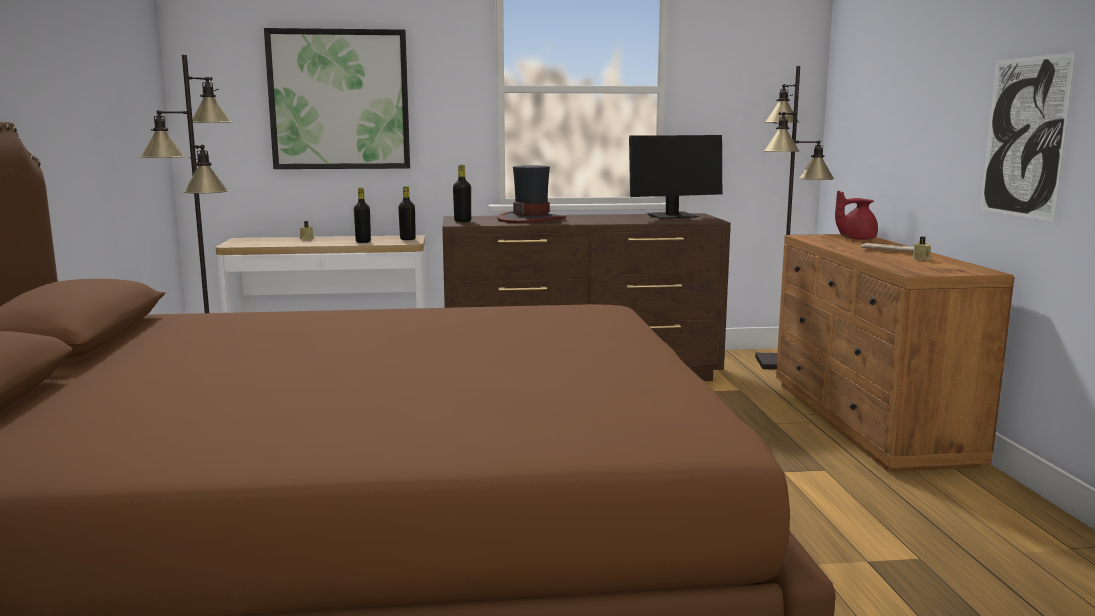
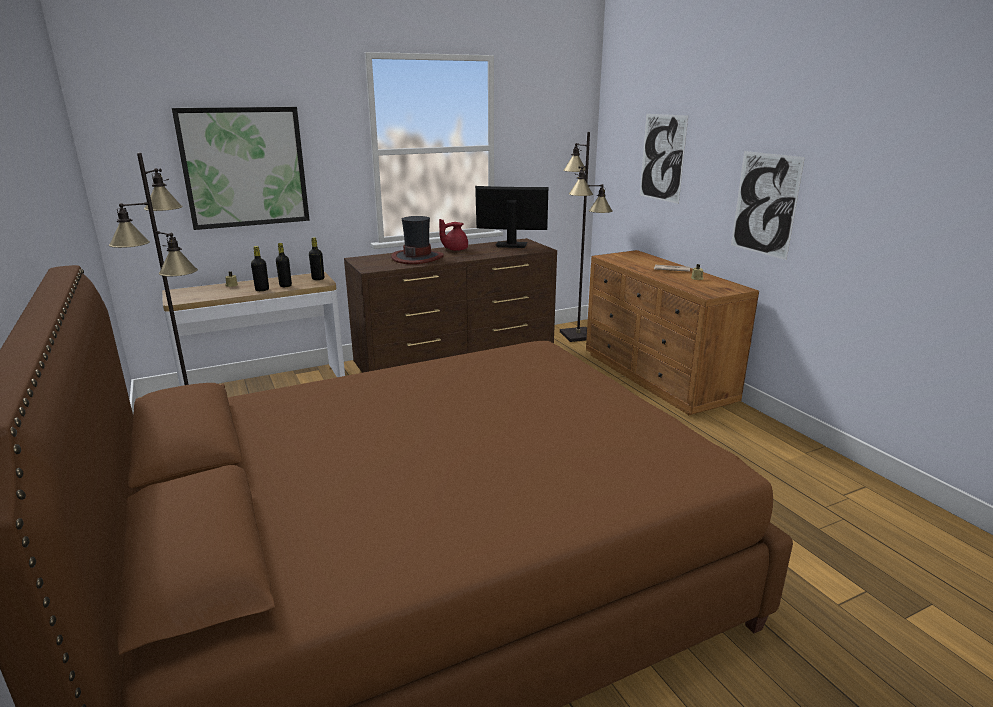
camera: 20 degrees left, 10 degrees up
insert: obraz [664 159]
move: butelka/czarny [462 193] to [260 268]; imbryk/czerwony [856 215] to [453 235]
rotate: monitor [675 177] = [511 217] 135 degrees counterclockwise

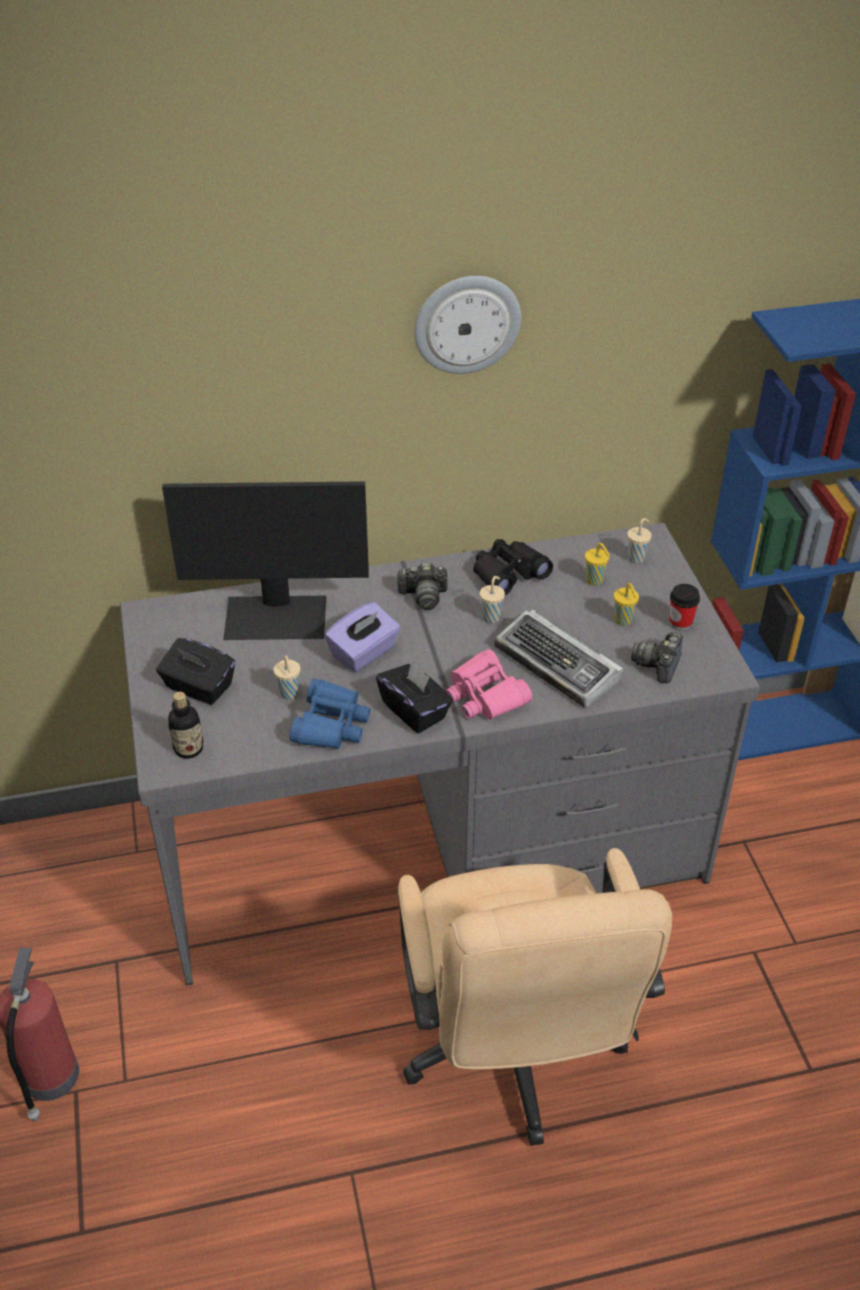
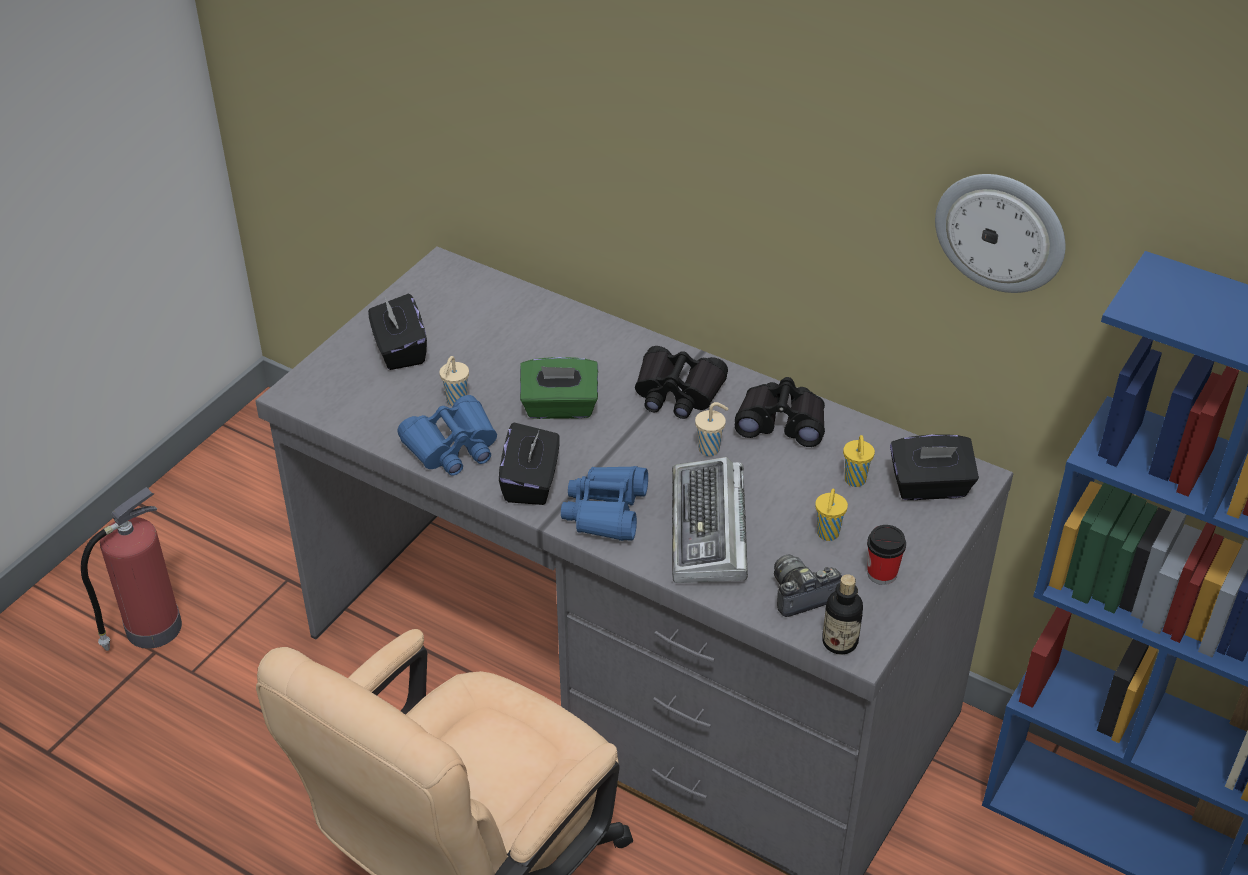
camera: 45 degrees right, 0 degrees up
delete: monitor [265 560]
move: butelka [185 725] to [842 614]; zegar ścienny [467 325] to [1000 233]
replace: aparat fotograficzny [422 586] to lornetka/czarny [681 382]; filiżanka/beżowy [639 541] to pudełko chusteczek/czarny [934 467]
recolor: pudełko chusteczek/fioletowy [363 637] to pudełko chusteczek/zielony [559 388]; lornetka/różowy [488 684] to lornetka/niebieski [604 503]

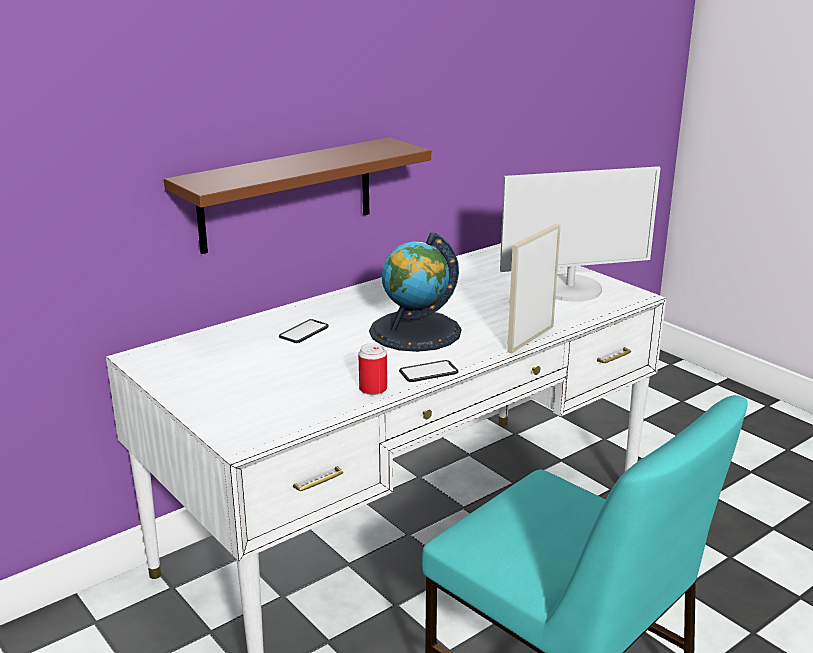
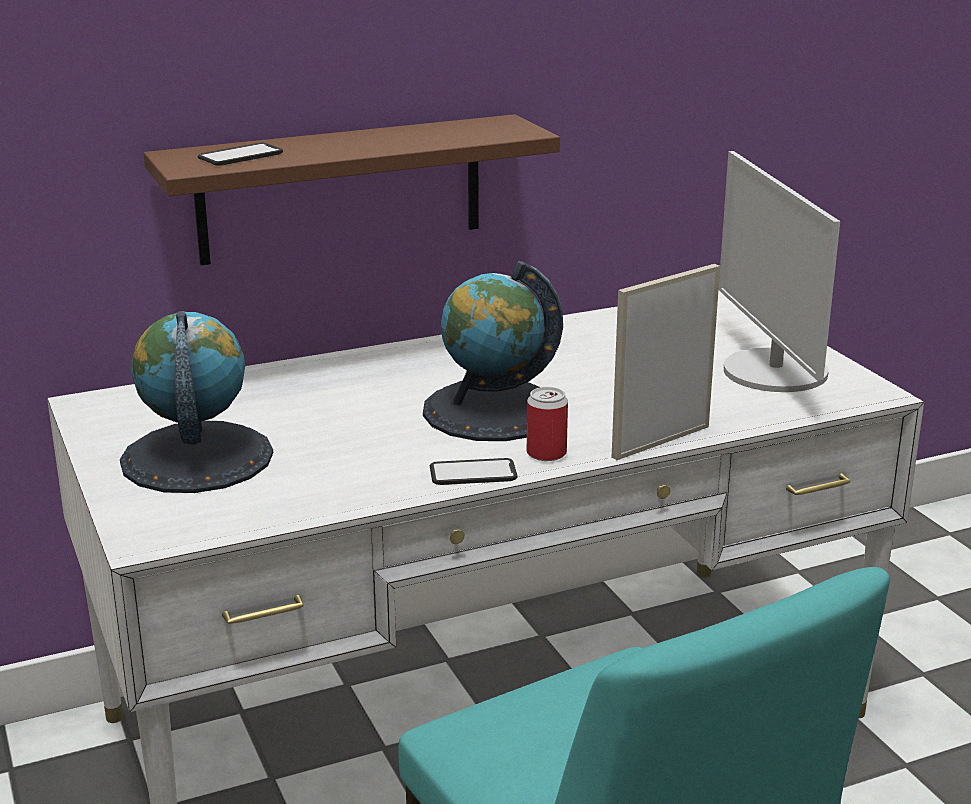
camera: 15 degrees right, 0 degrees up
insert: globus [196 402]
move: telefon [304 331] to [240 154]; puszka [372 369] to [547 424]
rotate: monitor [580 234] = [779 271] 75 degrees clockwise

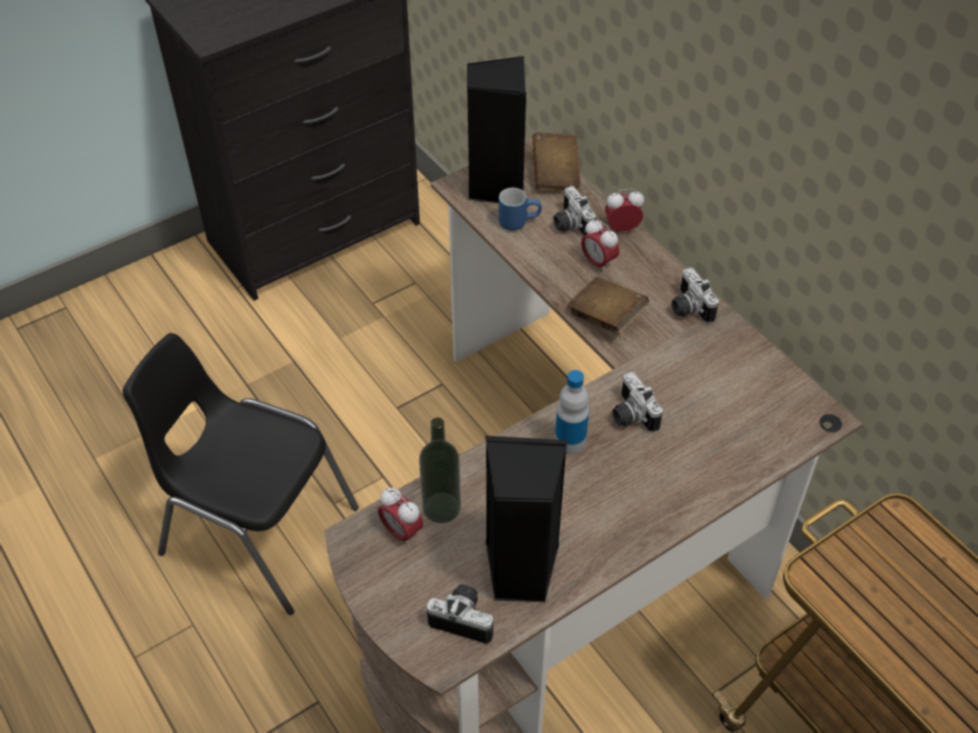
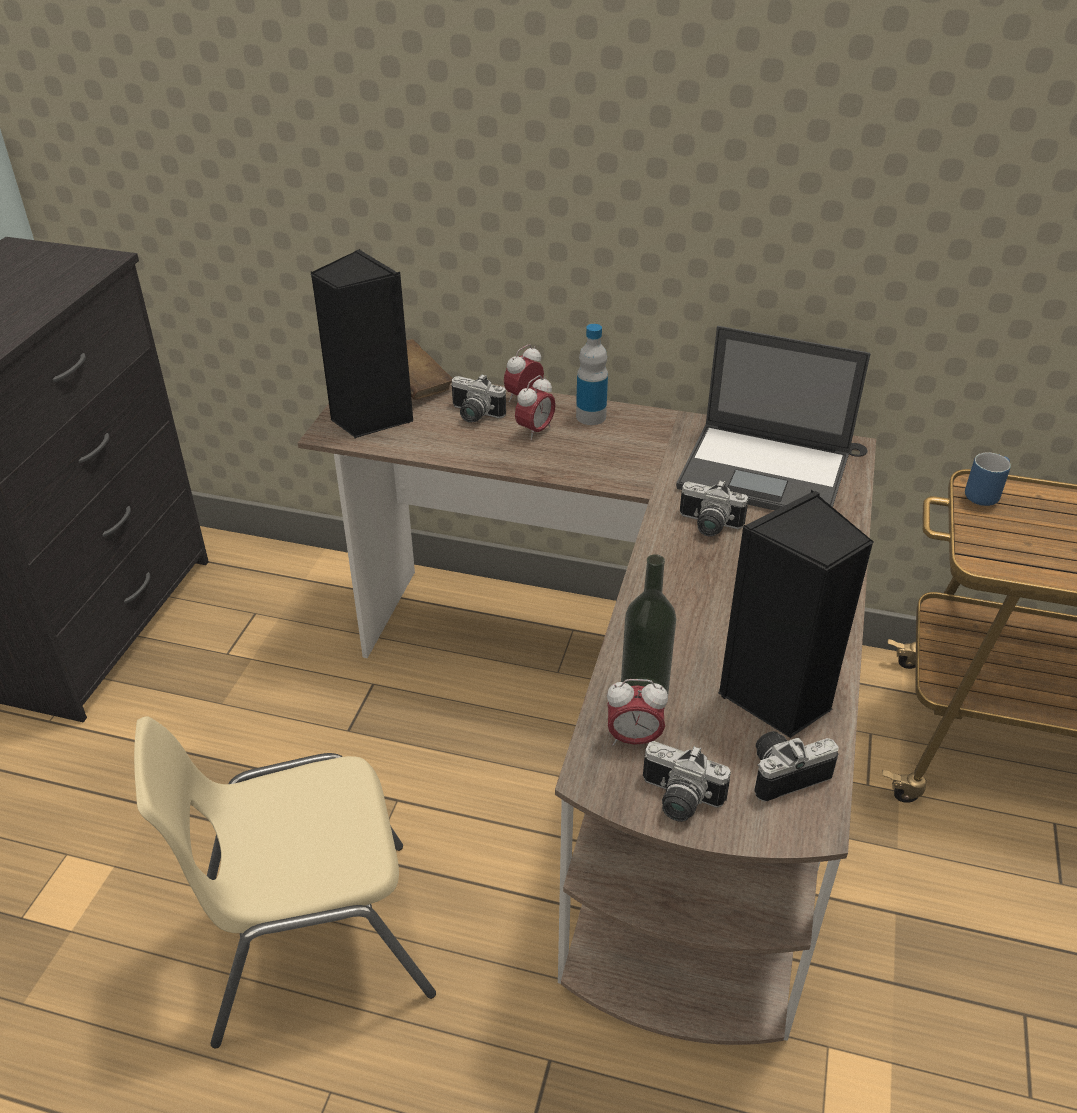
camera: 40 degrees left, 10 degrees down
delete: książka/brązowy [608 305]
insert: laptop [773 418]
move: kubek/niebieski [520 209] to [988 479]; butelka [572 412] to [592 374]; aparat fotograficzny [695 295] to [687 781]
recolor: krzesło/czarny [240 474] to krzesło/beżowy [285 882]
rotate: budzik [600 246] = [535 407] 60 degrees counterclockwise

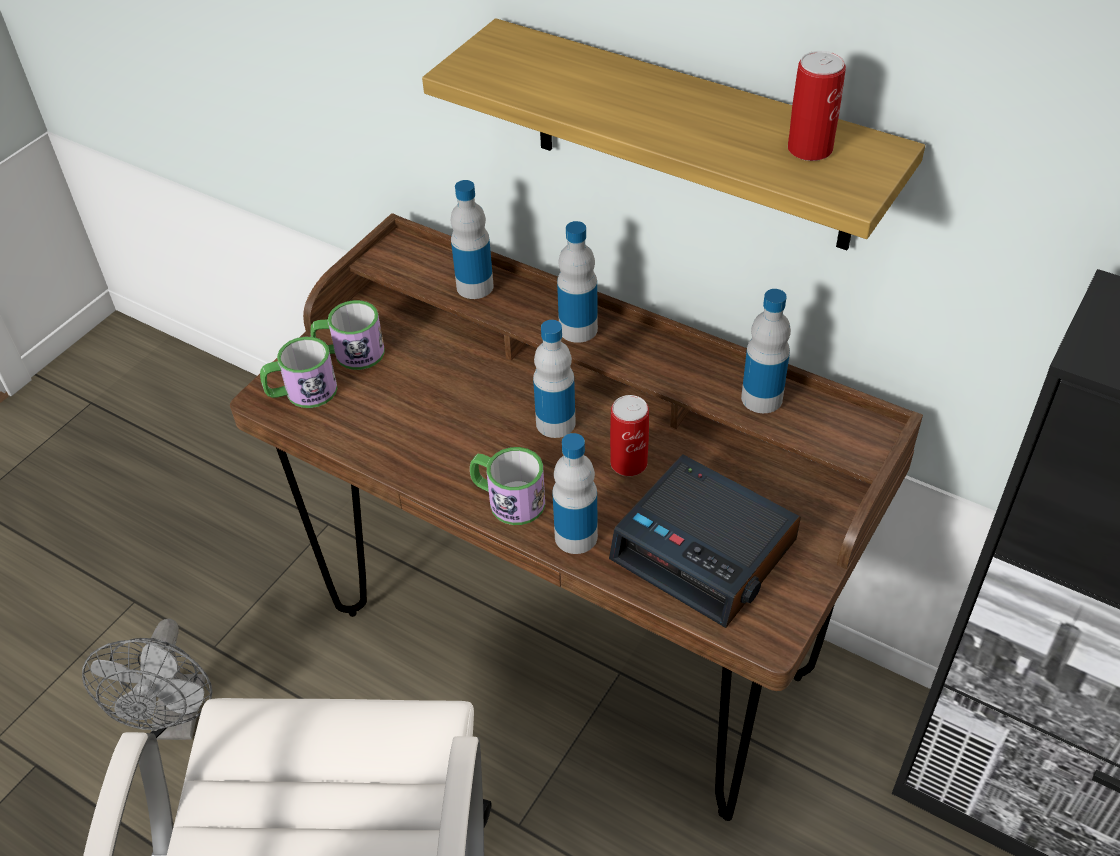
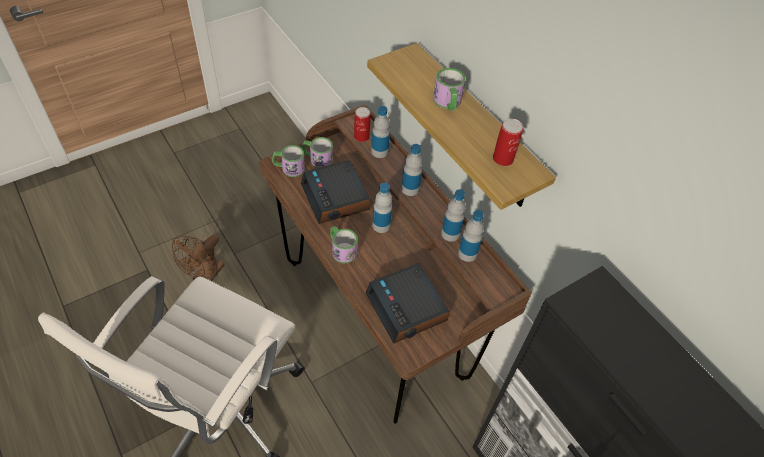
camera: 20 degrees right, 5 degrees up
insert: budzik [336 192]; kubek [449 89]
move: butelka [575 493] to [453 215]; puszka [629 435] to [362 124]
recolor: wentylator/szary [147 679] to wentylator/brązowy [198 258]

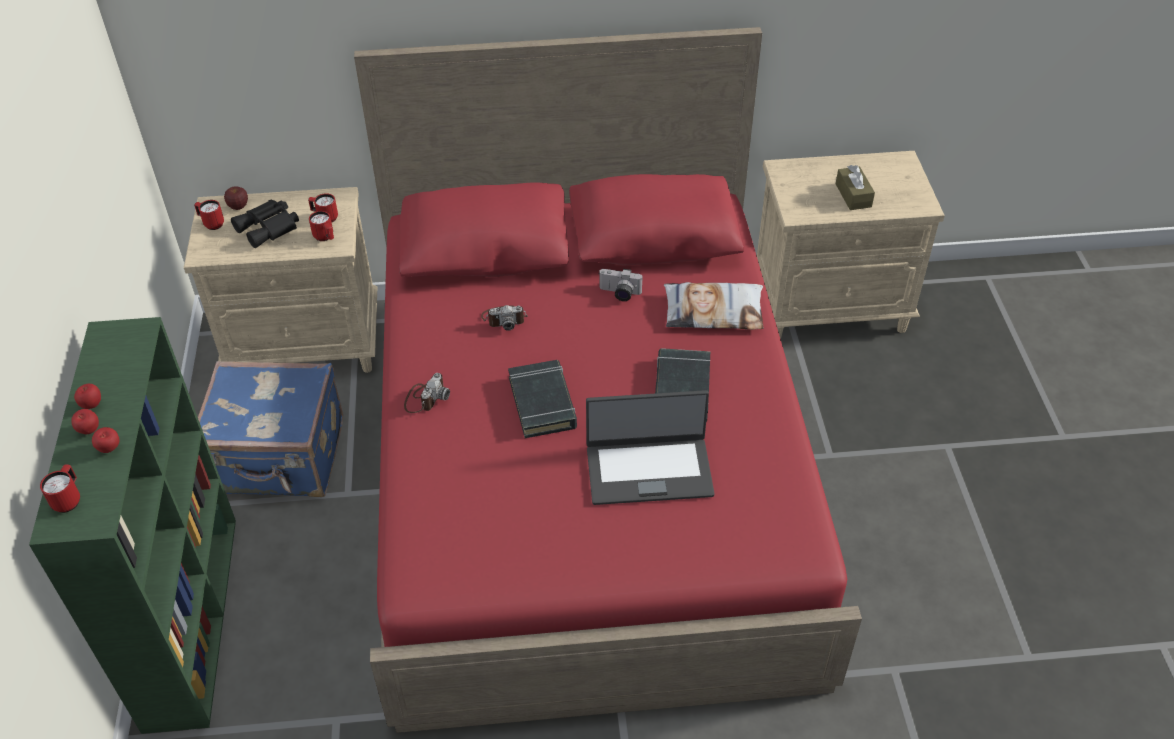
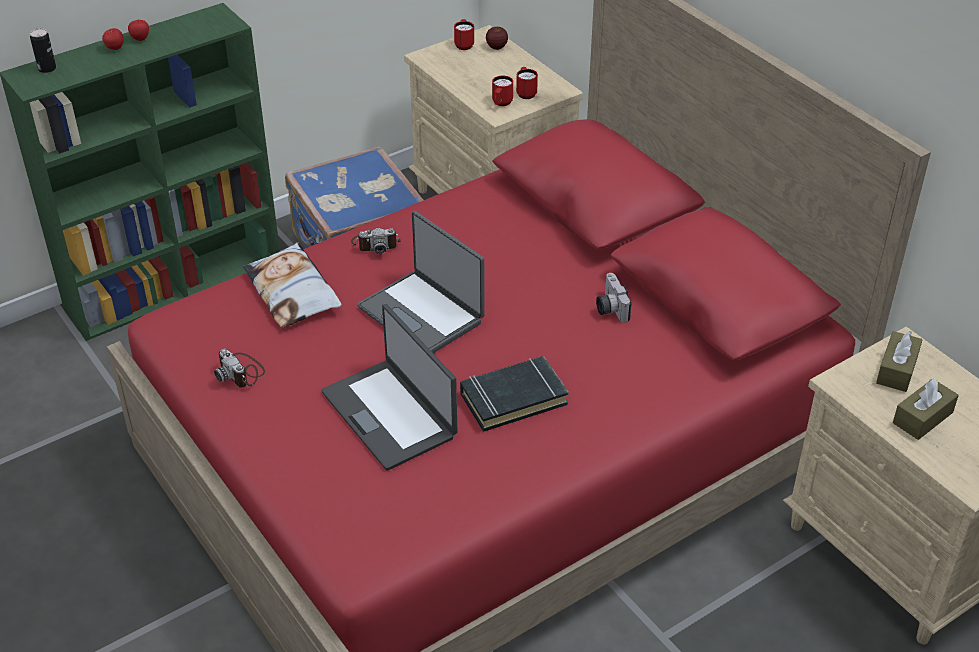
camera: 60 degrees right, 5 degrees down
delete: jabłko [106 440]; lornetka/czarny [265 224]
insert: pudełko chusteczek/brązowy [899 361]
move: aparat fotograficzny [504 318] to [239 368]; poduszka [714 306] to [292 285]
replace: kubek/czerwony [60 488] to puszka [43 50]; książka/czarny [542 399] to laptop [421 282]

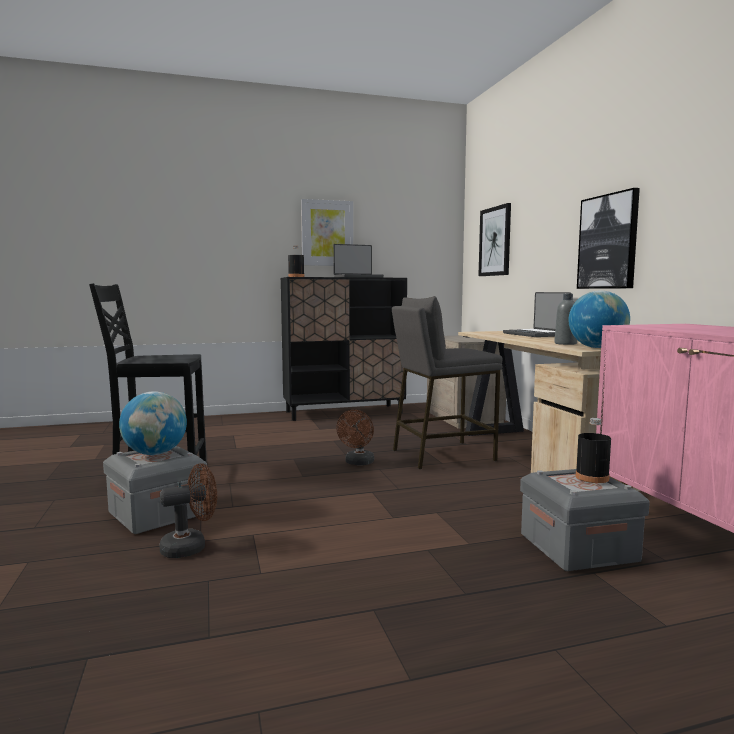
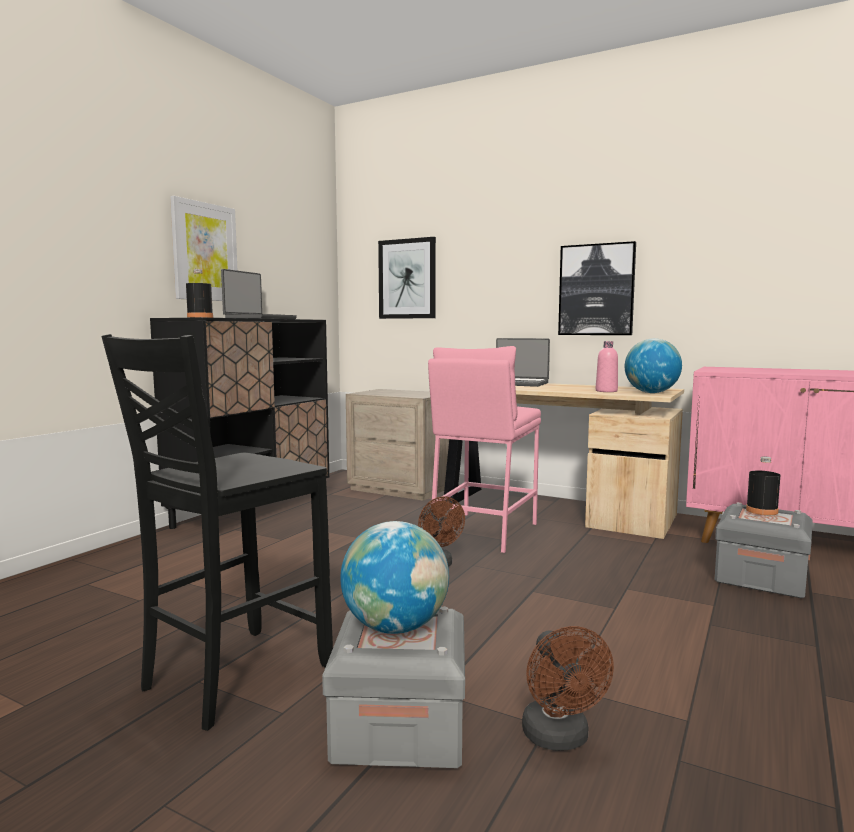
camera: 45 degrees left, 0 degrees up
recolor: stołek/szary [447 382] to stołek/różowy [484 449]; butelka/szary [565 319] to butelka/różowy [607 366]
rotate: wentylator/brązowy [188 510] = [568 688] 150 degrees clockwise

